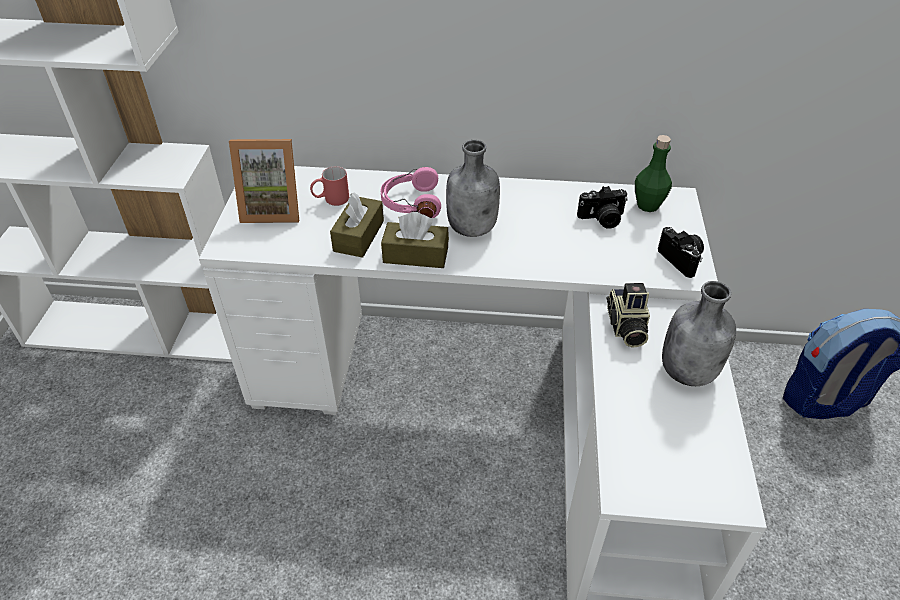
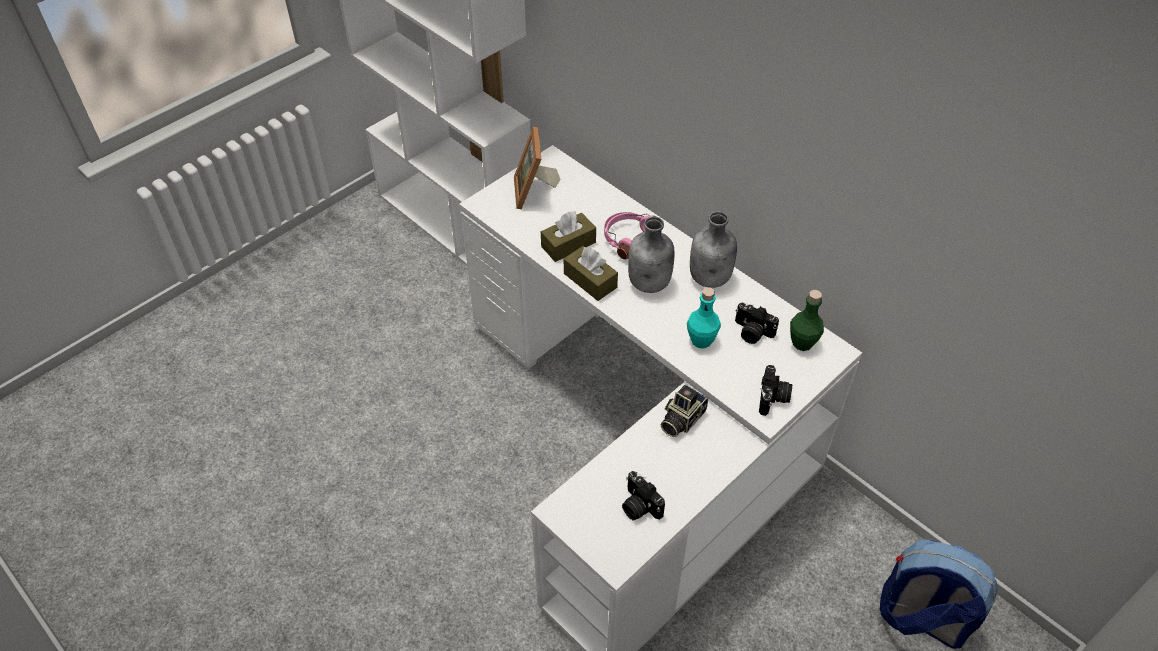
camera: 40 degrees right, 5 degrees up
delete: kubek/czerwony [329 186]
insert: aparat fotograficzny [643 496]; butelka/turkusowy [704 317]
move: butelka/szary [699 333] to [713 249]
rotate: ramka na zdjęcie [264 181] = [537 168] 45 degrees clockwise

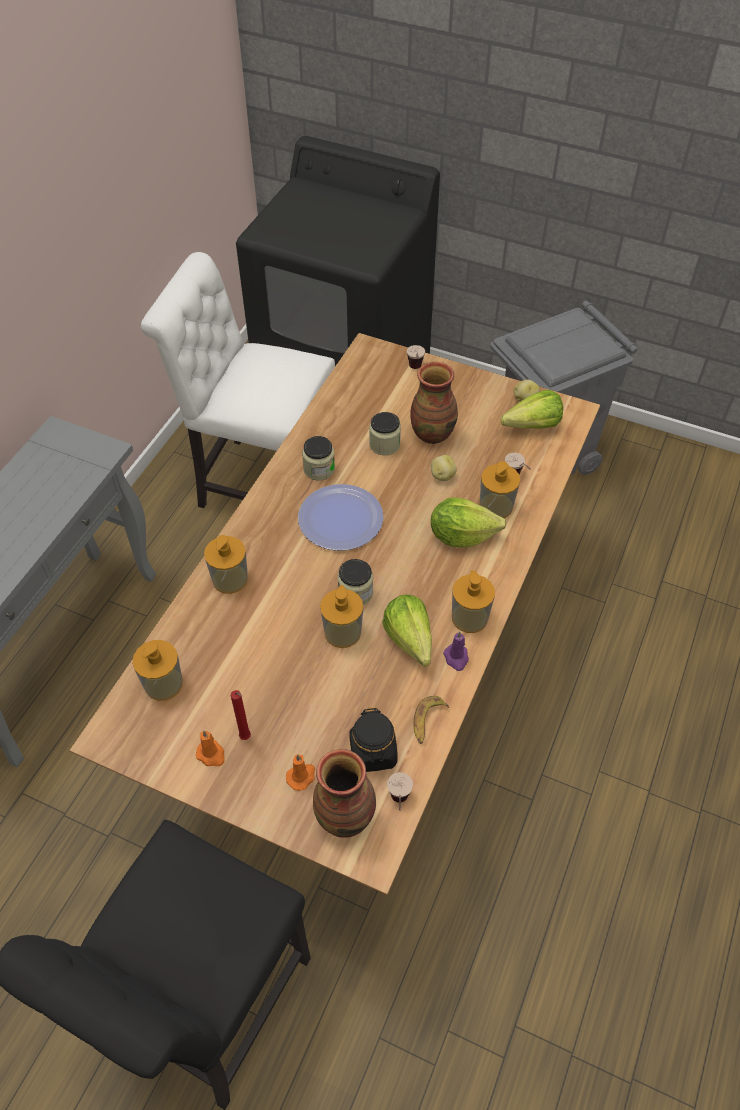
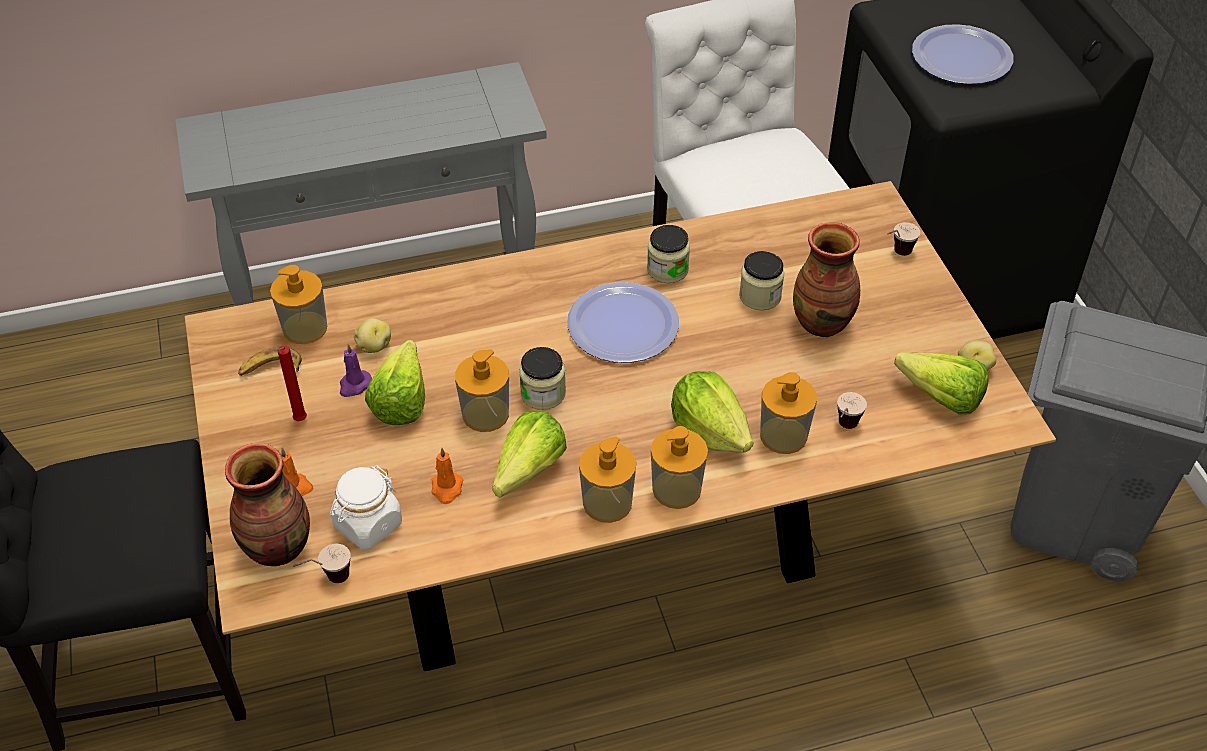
camera: 50 degrees right, 5 degrees down
insert: sałata [395 382]; talerz [962 54]
move: świeca/pomarańczowy [210 748] to [447 476]; dozownik mydła [226 564] to [679 467]; banan [431 720] to [270 361]; ziemniak [444 468] to [372 335]; świeca/fioletowy [456 651] to [356 370]
recolor: słoik/czarny [373 739] to słoik/biały [366 507]

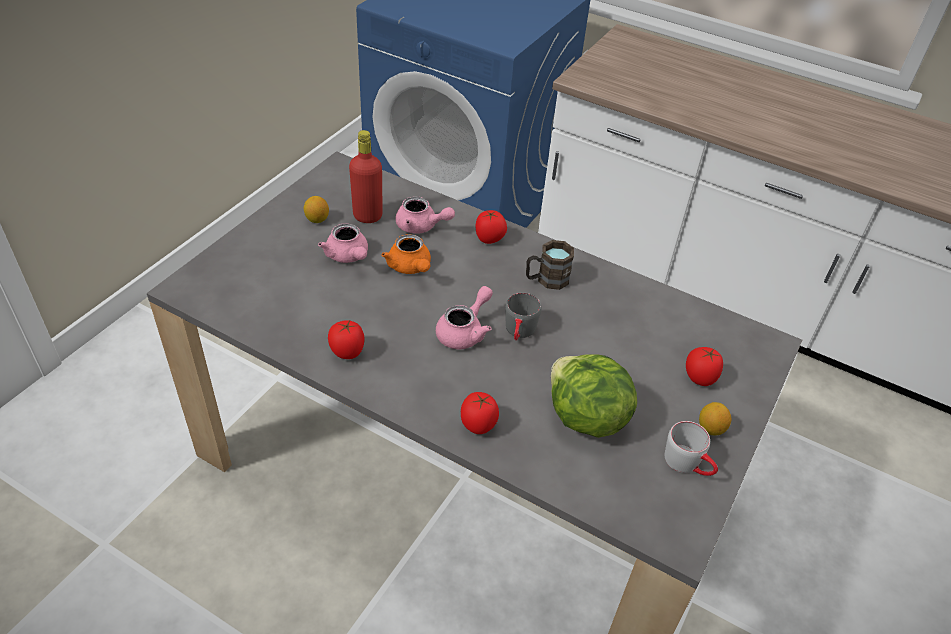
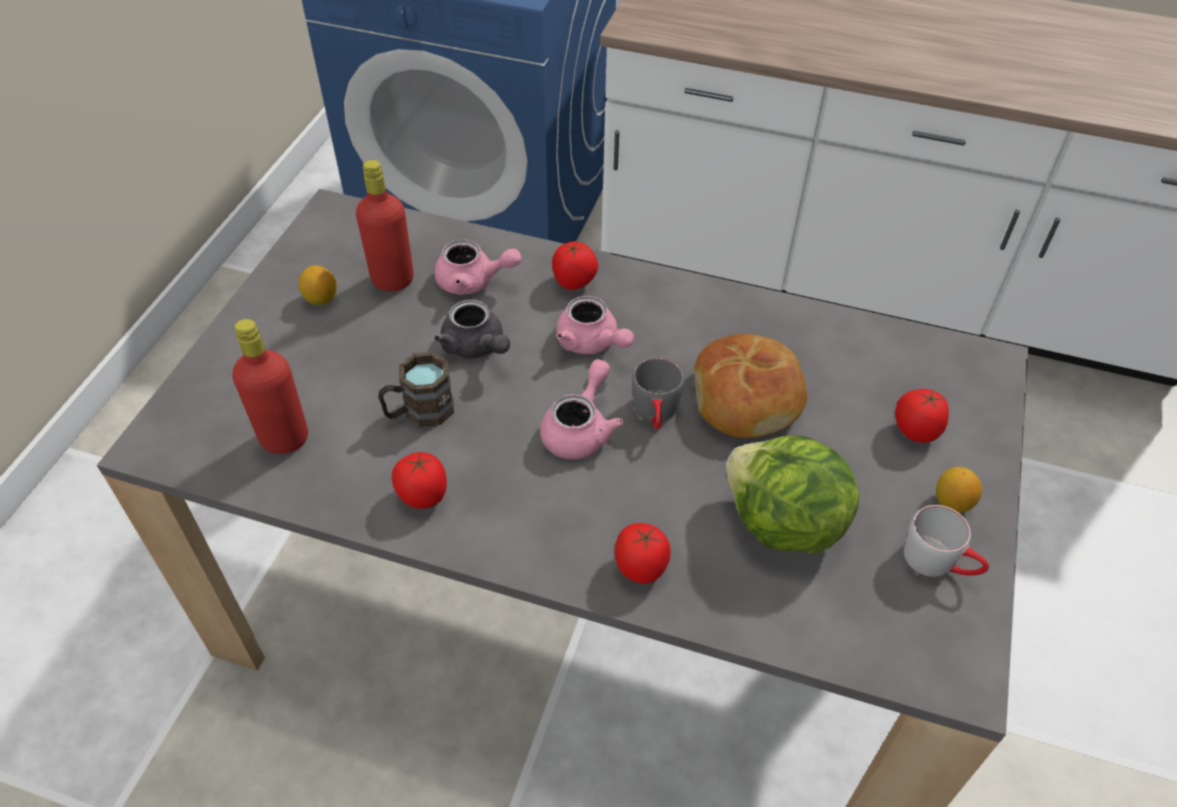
camera: 10 degrees left, 5 degrees up
insert: butelka/czerwony [270 386]; chleb [750 386]
move: imbryk/różowy [343 243] to [595 325]; kubek/brązowy [550 265] to [416 389]
recolor: imbryk/pomarańczowy [406 254] to imbryk/szary [472 328]

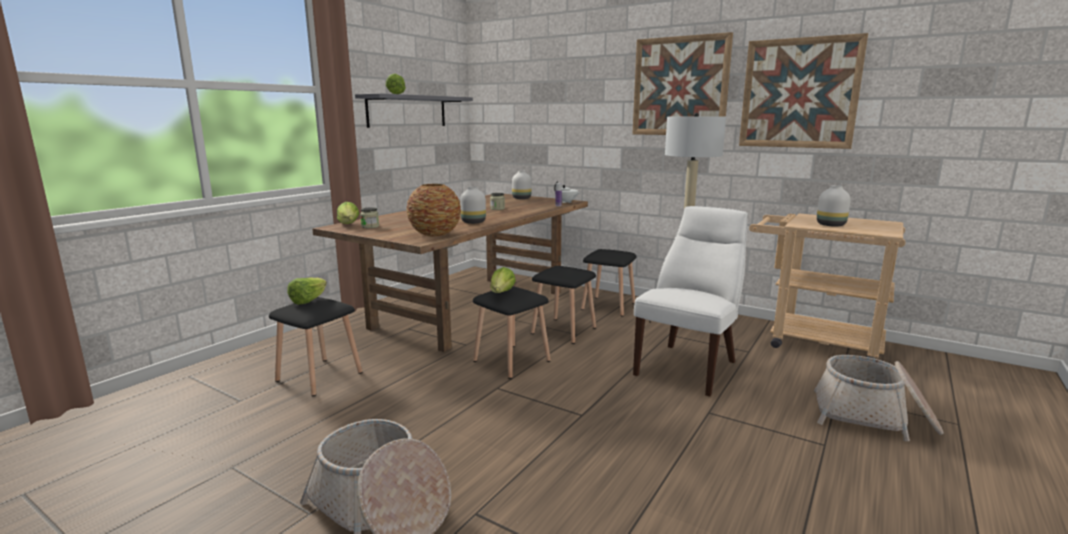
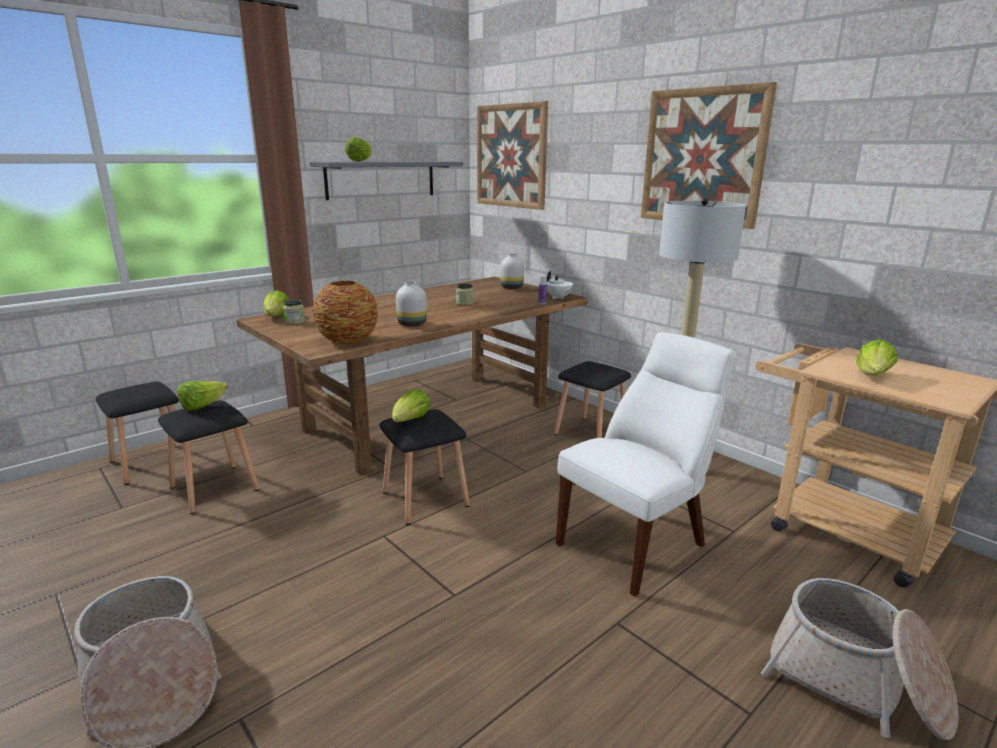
camera: 15 degrees right, 5 degrees up
move: stołek/czarny [563 305] to [144 433]; obraz [803 91] to [512 155]
replace: wazon/biały [834 206] to sałata [876 357]

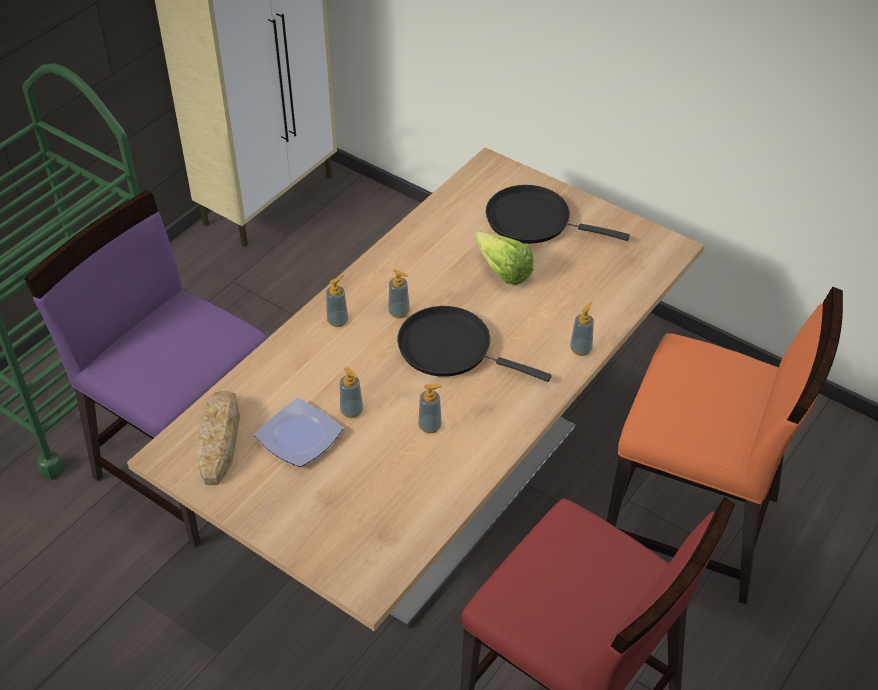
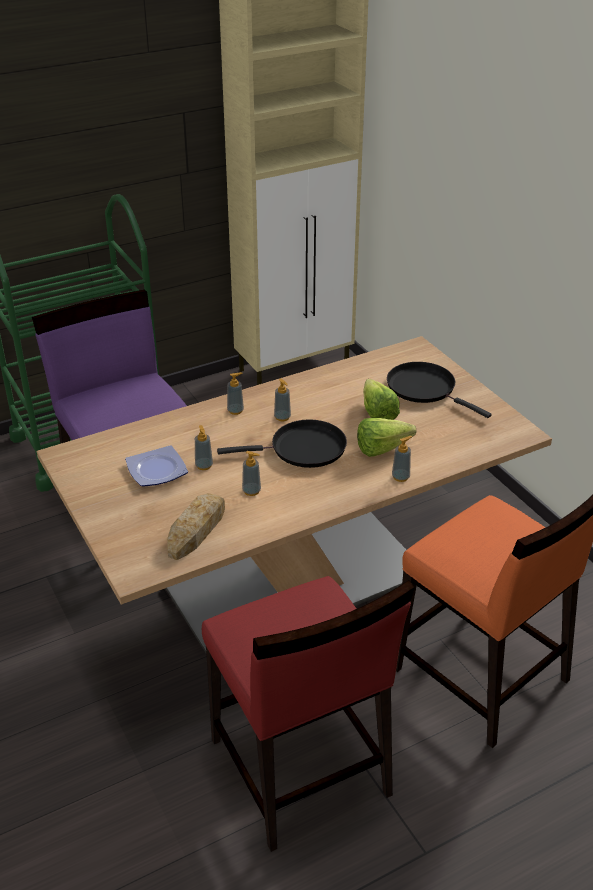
camera: 25 degrees right, 10 degrees down
insert: sałata [386 437]
move: chleb [217 438] to [196 526]
rotate: patelnia/czarny [474 344] = [282 443] 120 degrees clockwise

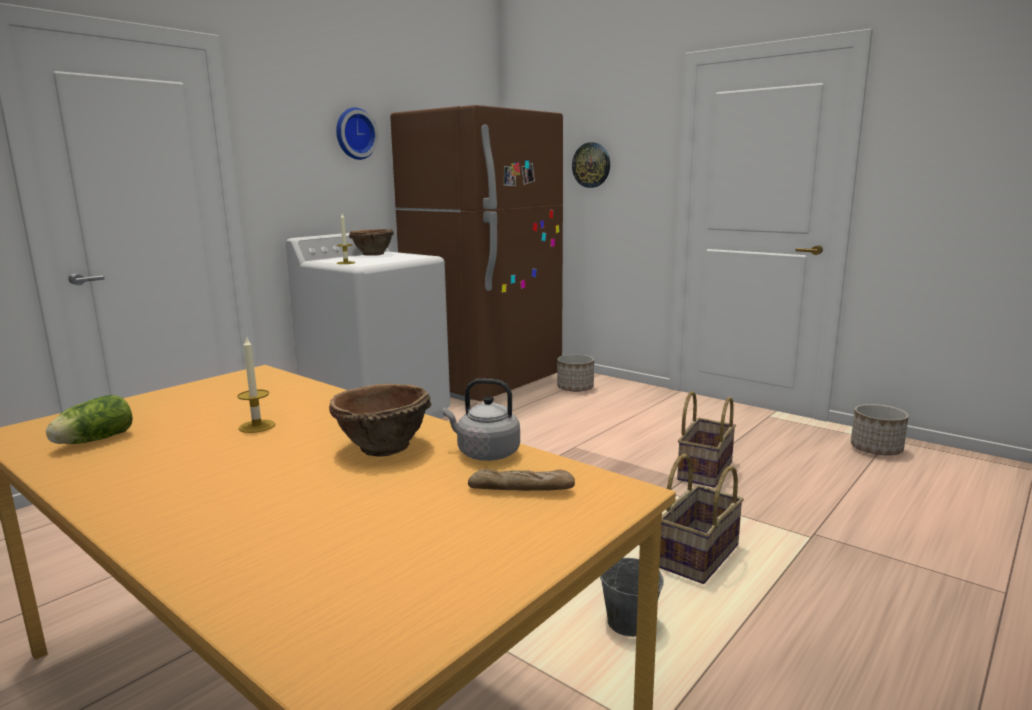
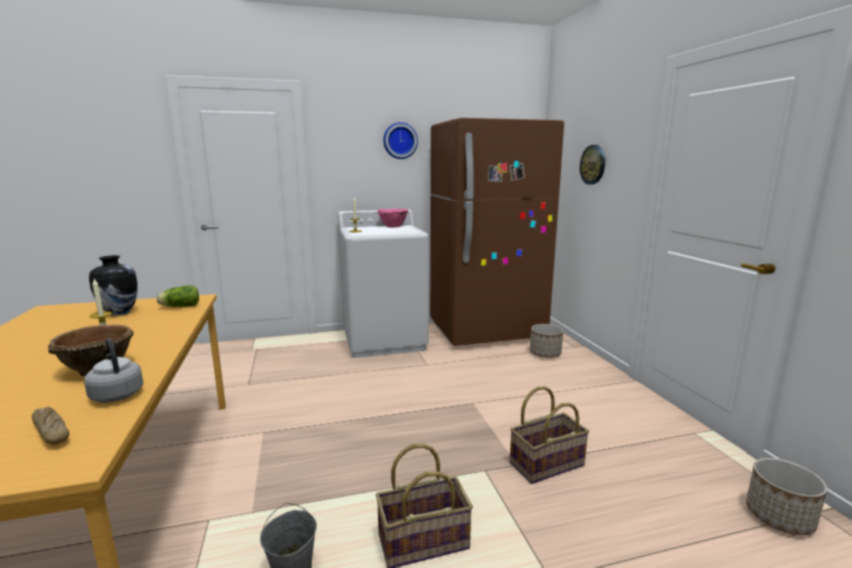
camera: 35 degrees right, 0 degrees up
insert: wazon [113 285]
move: sałata [89 419] to [177 296]
recolor: miska/brązowy [371 242] to miska/różowy [392 218]

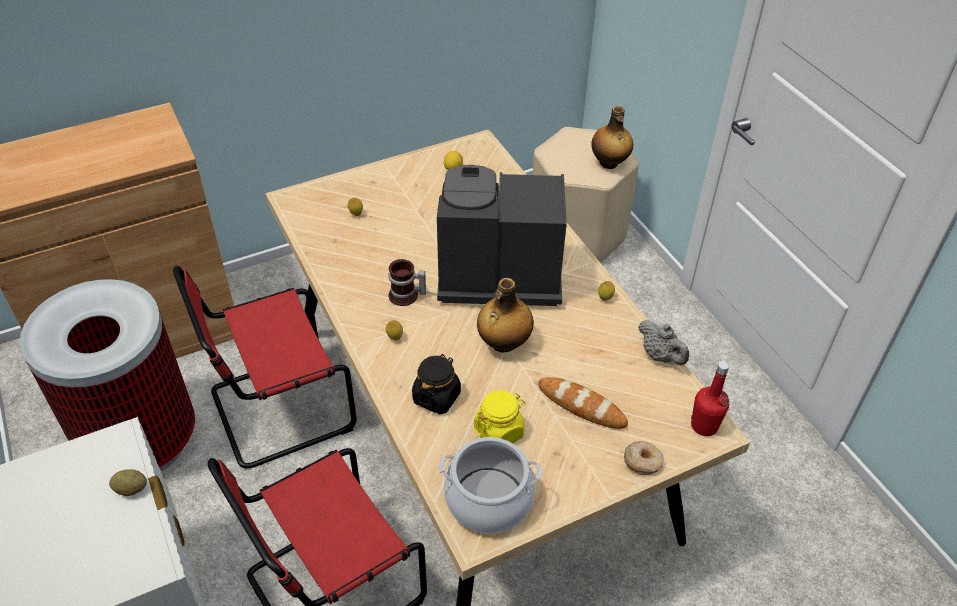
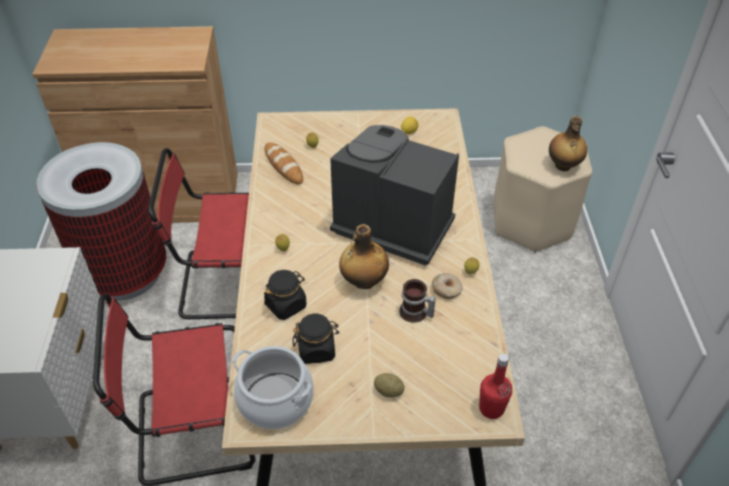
camera: 25 degrees right, 0 degrees up
delete: imbryk/szary [663 342]
move: ziemniak [128 482] to [389 385]; kubek [407 282] to [417 301]; chleb [583 403] to [283 163]; donut [644 458] to [447 286]
recolor: słoik/żółty [499 416] to słoik/czarny [316 339]

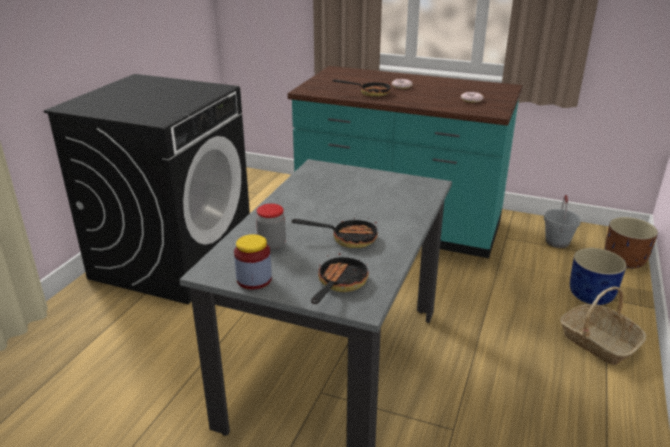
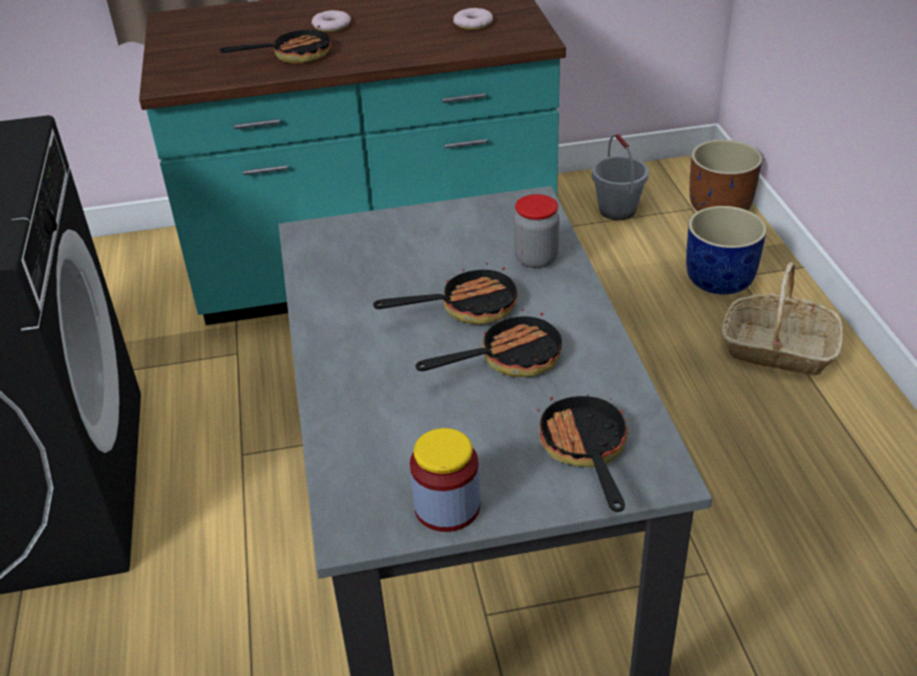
camera: 30 degrees left, 10 degrees up
insert: patelnia [445 292]
move: słoik [271 227] to [537 231]

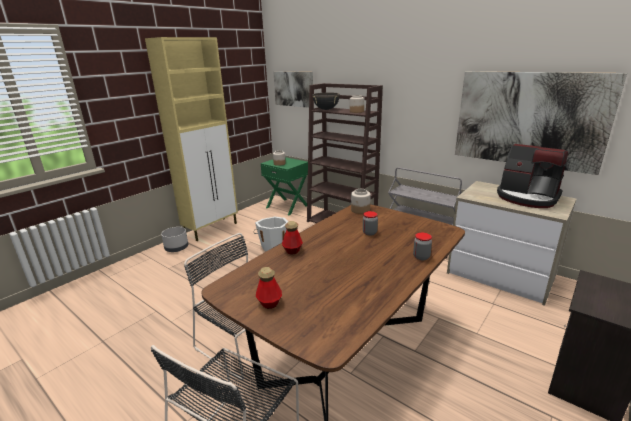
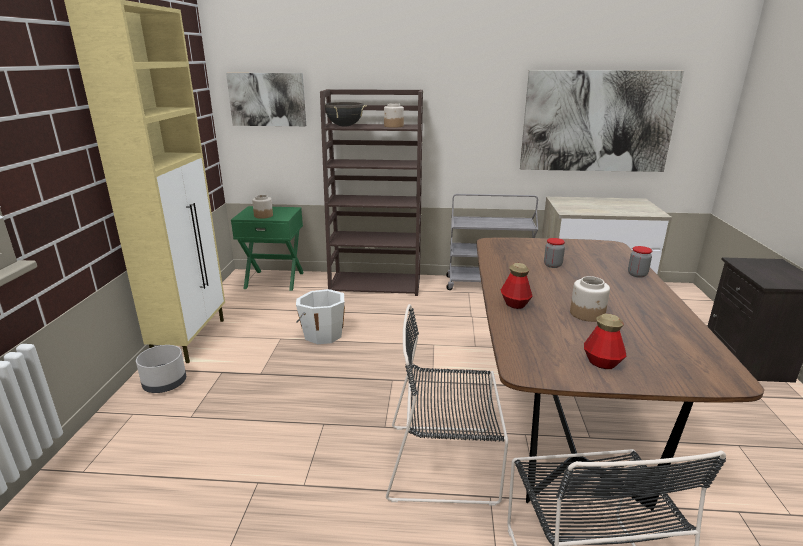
camera: 35 degrees left, 0 degrees up
delete: ekspres do kawy [532 176]
move: słoik [361 201] to [590 299]

